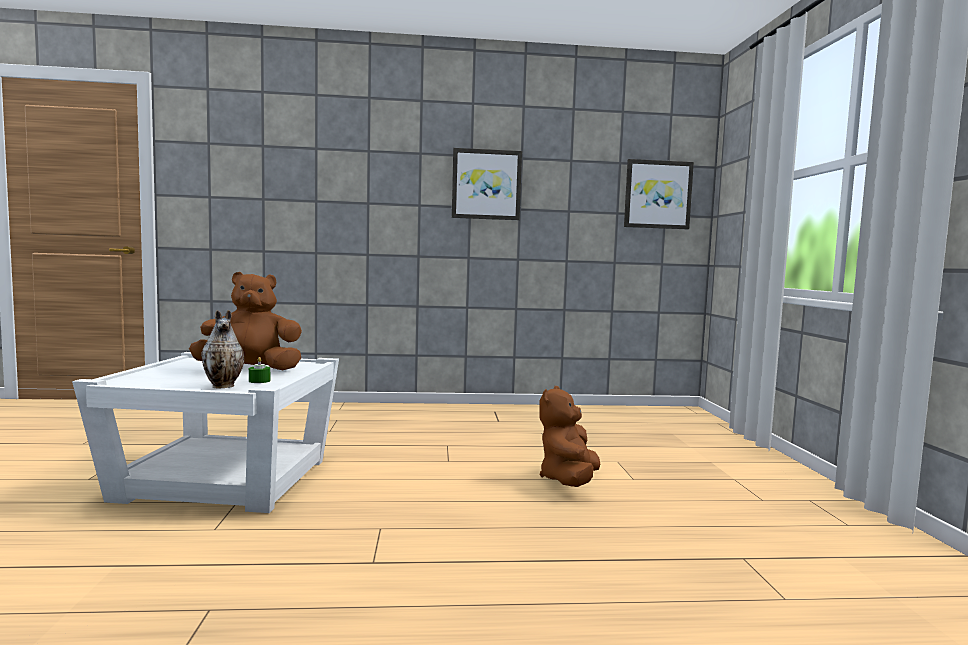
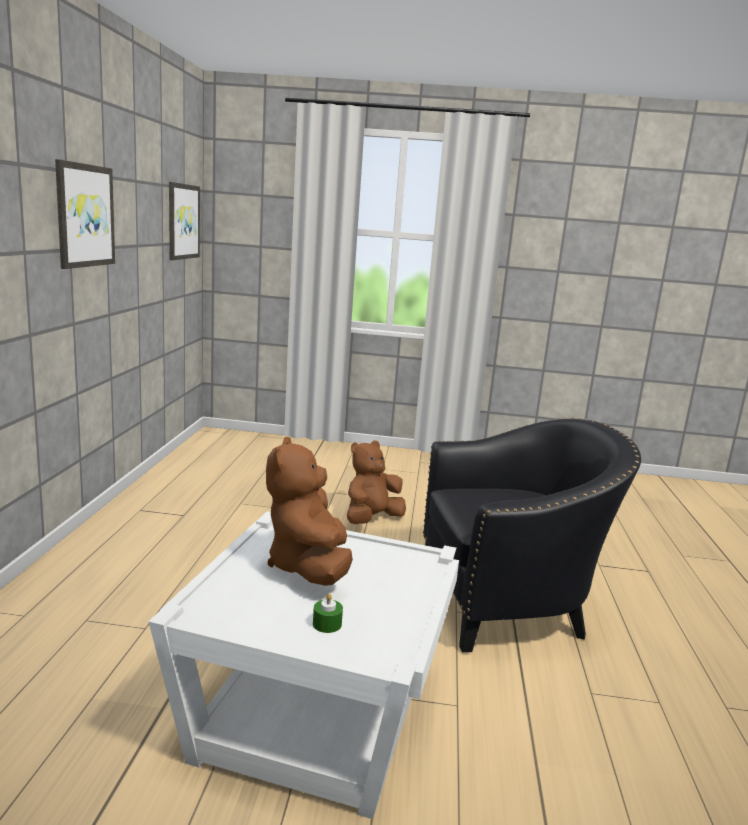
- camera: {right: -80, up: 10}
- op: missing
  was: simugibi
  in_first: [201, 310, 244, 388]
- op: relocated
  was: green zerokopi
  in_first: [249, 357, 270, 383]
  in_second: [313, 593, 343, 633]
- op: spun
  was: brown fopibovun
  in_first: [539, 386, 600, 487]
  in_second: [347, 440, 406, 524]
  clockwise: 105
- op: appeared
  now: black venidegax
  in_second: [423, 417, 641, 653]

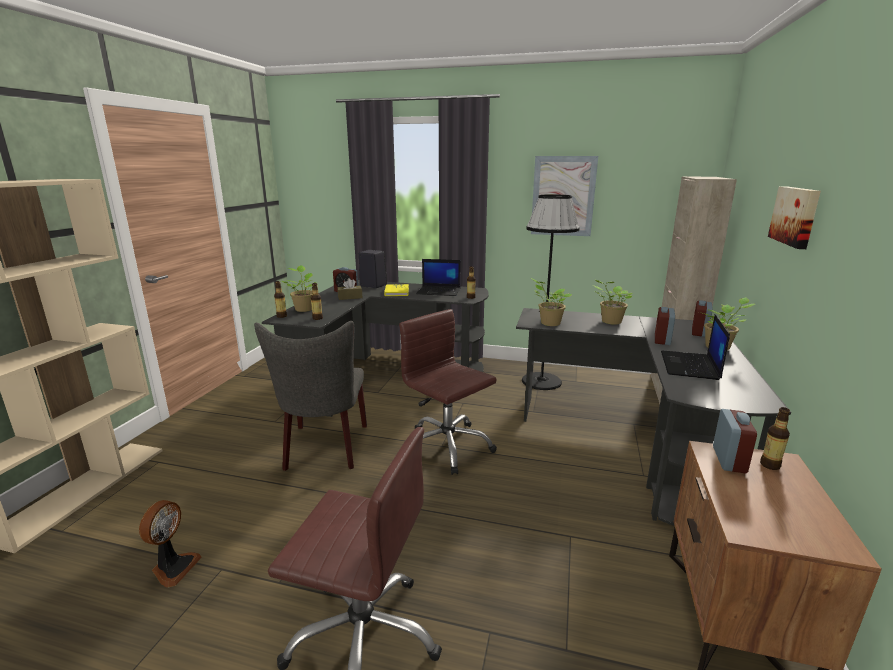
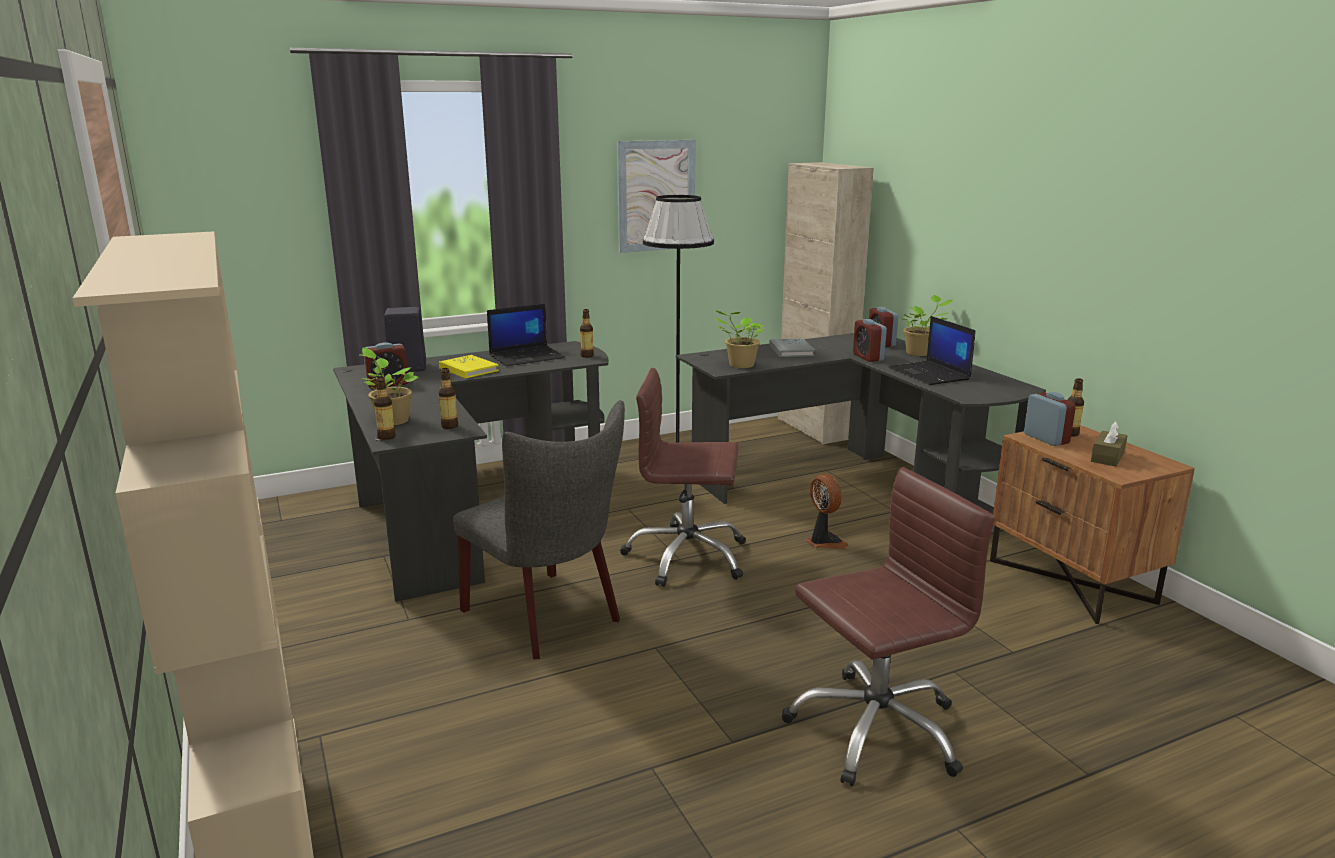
- camera: {right: -40, up: 0}
- op: relocated
  was: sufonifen
  in_first: [139, 500, 202, 587]
  in_second: [806, 474, 849, 549]
- op: relocated
  was: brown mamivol
  in_first: [337, 278, 362, 300]
  in_second: [1091, 421, 1128, 467]
- op: exchanged
  was: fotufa
  now: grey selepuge
  in_first: [593, 280, 632, 325]
  in_second: [769, 338, 815, 357]
- op: missing
  was: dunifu
  in_first: [768, 186, 821, 249]

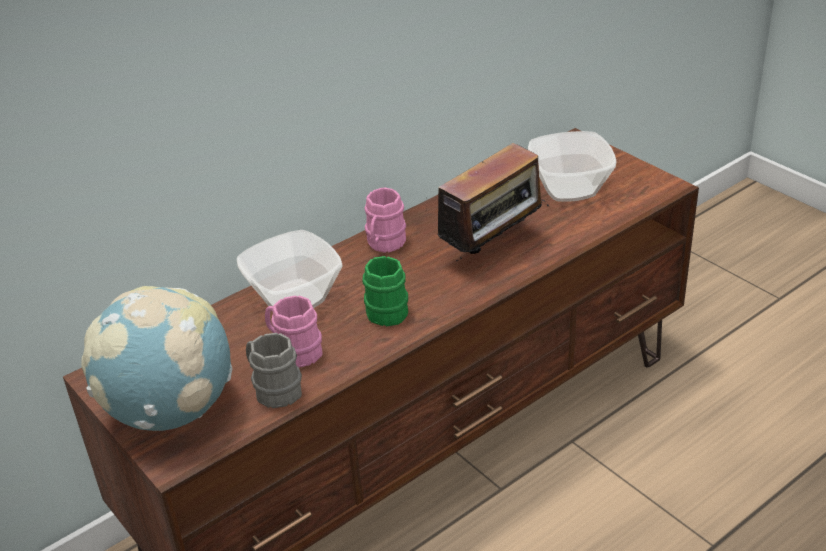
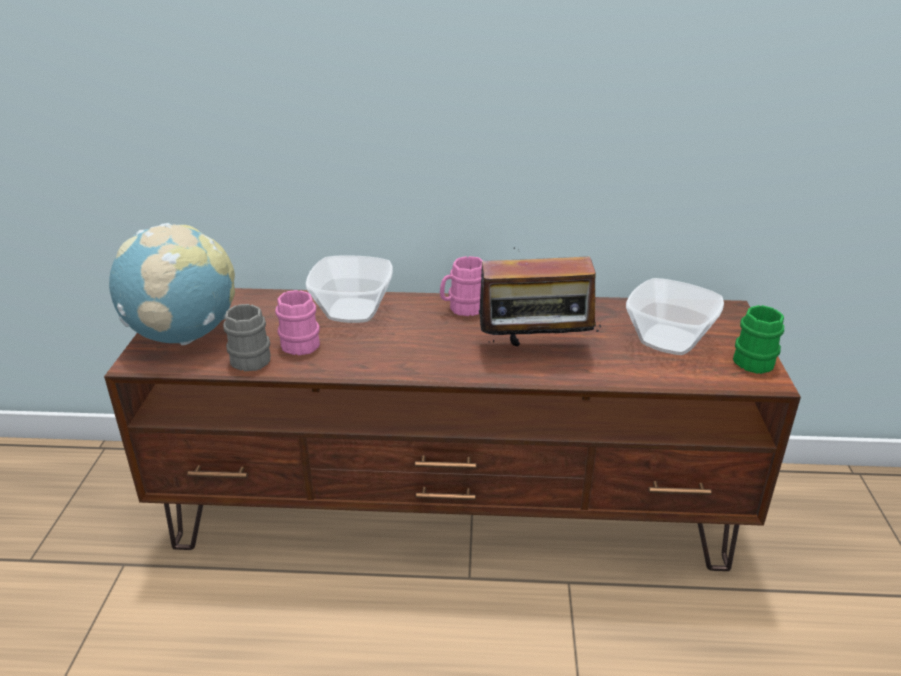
- camera: {right: 40, up: -5}
- op: relocated
  was: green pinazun
  in_first: [362, 256, 408, 326]
  in_second: [733, 305, 784, 374]

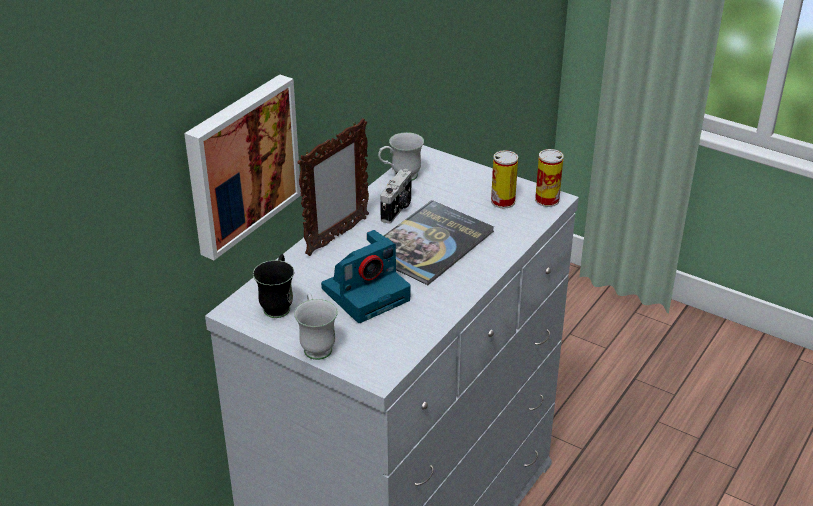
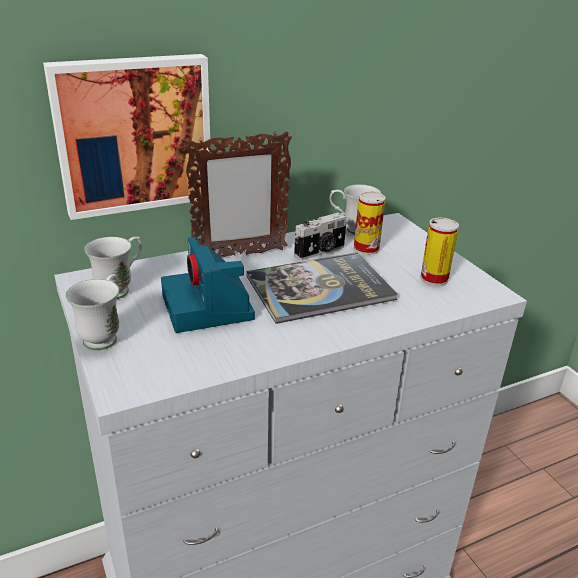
- camera: {right: 30, up: -5}
- op: colour
  was: black pinazun
  now: white pinazun
  in_first: [253, 254, 294, 318]
  in_second: [84, 237, 142, 299]
- op: spun
  was: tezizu
  in_first: [321, 230, 411, 323]
  in_second: [161, 237, 255, 333]
  clockwise: 75
- op: relocated
  was: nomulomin
  in_first: [535, 149, 564, 207]
  in_second: [354, 192, 386, 255]

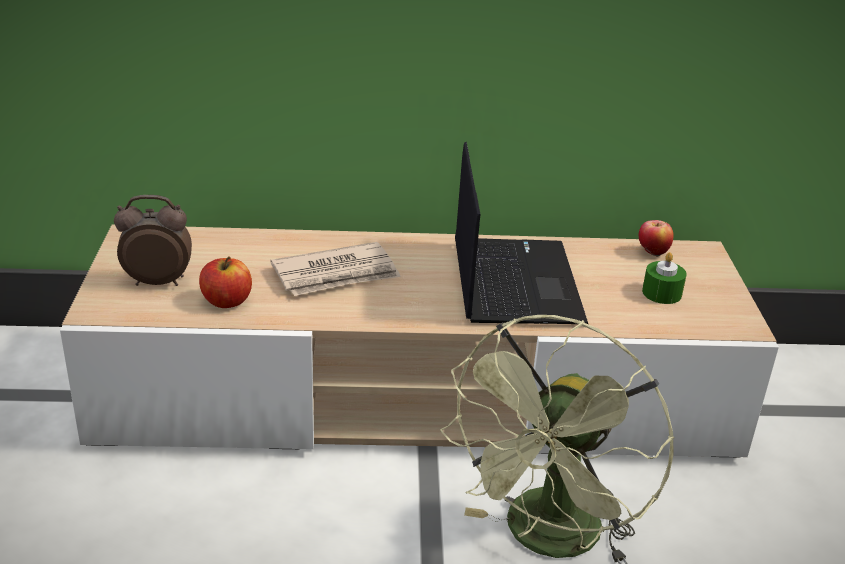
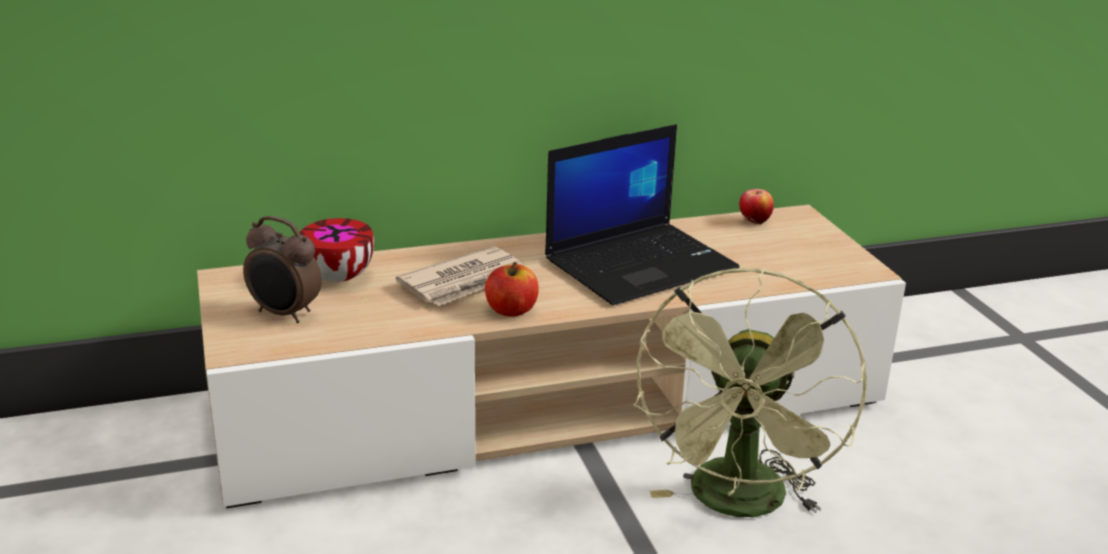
- camera: {right: -15, up: -5}
- op: spun
  was: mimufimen
  in_first: [114, 195, 192, 286]
  in_second: [243, 216, 322, 323]
  clockwise: -135
- op: relocated
  was: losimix
  in_first: [199, 256, 252, 308]
  in_second: [485, 262, 539, 317]
- op: spun
  was: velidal
  in_first: [455, 142, 588, 324]
  in_second: [545, 124, 739, 305]
  clockwise: 75
- op: missing
  was: green zerokopi
  in_first: [642, 252, 687, 304]
- op: appeared
  now: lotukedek
  in_second: [299, 218, 374, 282]

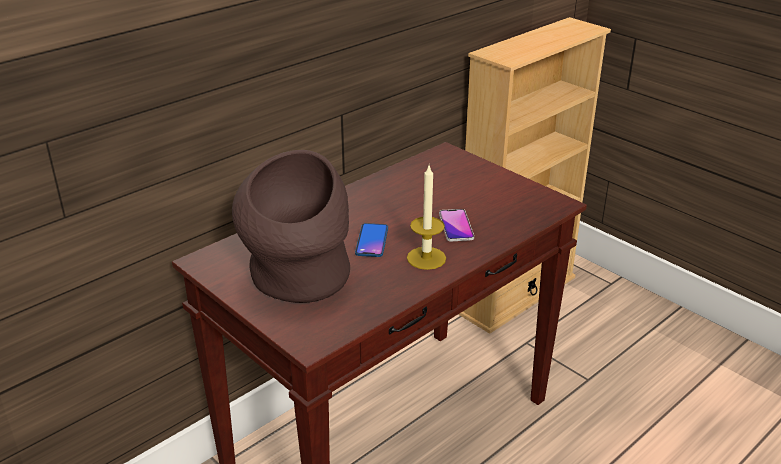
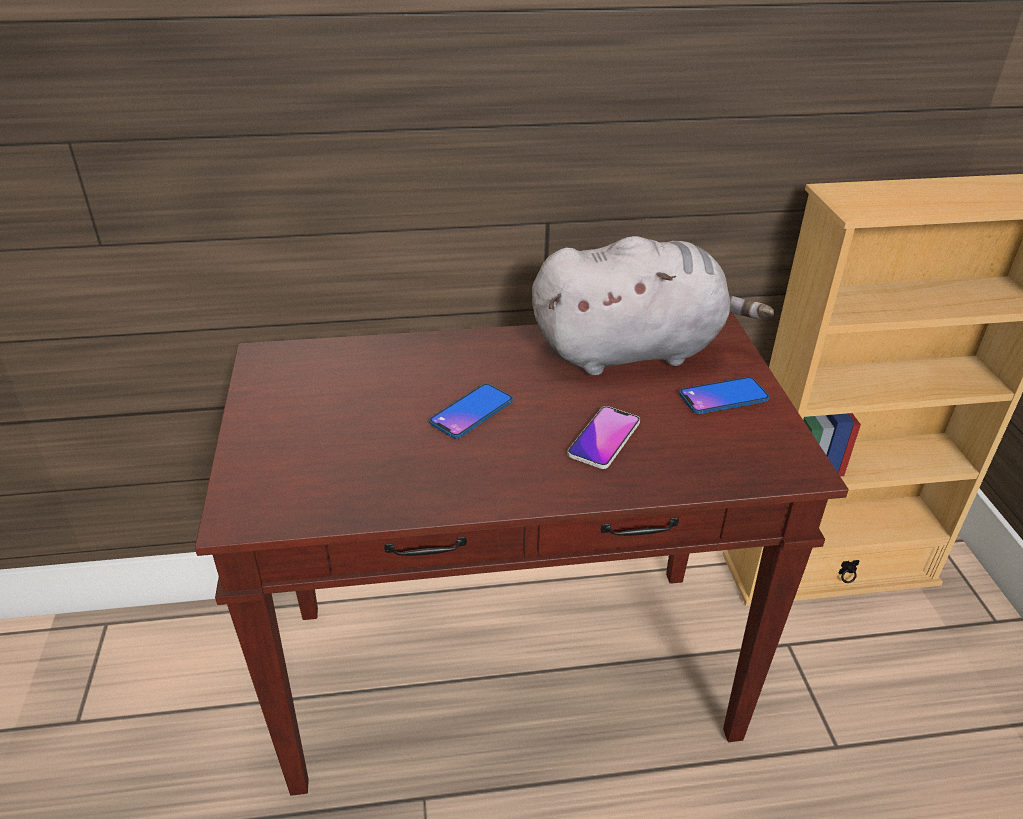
- camera: {right: 35, up: 5}
- op: missing
  was: brown simugibi
  in_first: [232, 150, 350, 303]
- op: missing
  was: zerokopi
  in_first: [407, 166, 446, 270]
- op: appeared
  now: grey fopibovun
  in_second: [532, 236, 774, 376]
- op: appeared
  now: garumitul
  in_second: [679, 377, 769, 414]

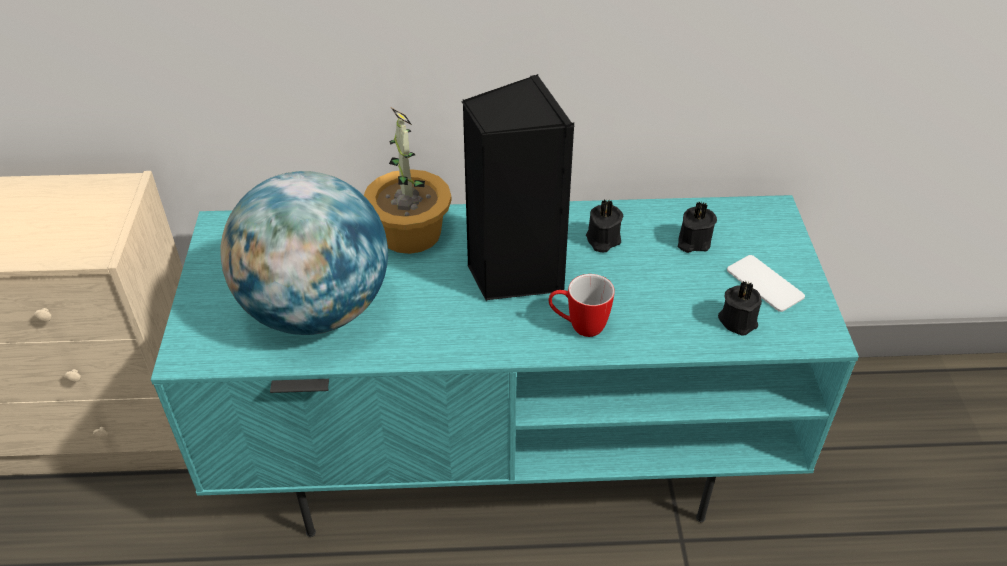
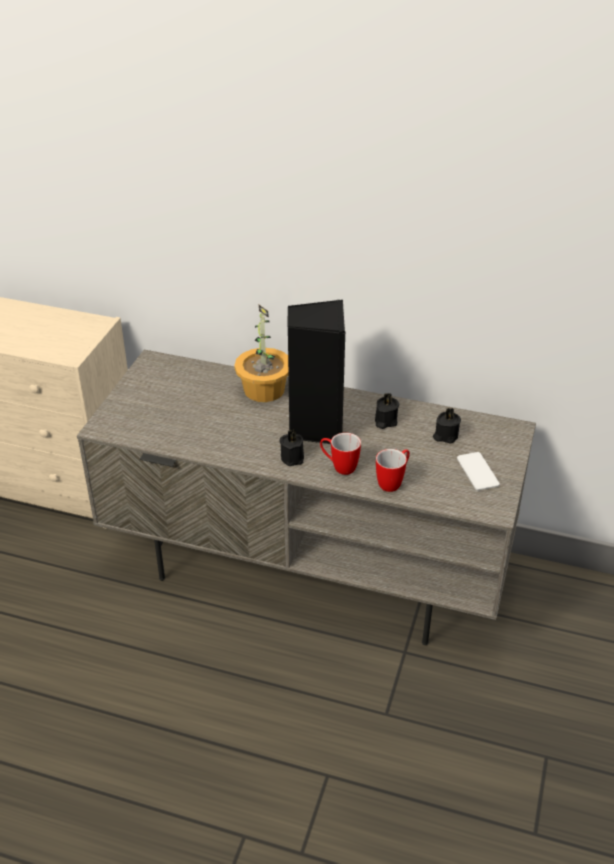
- camera: {right: 20, up: -5}
- op: colour
  was: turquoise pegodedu
  now: grey pegodedu
  in_first: [151, 195, 859, 537]
  in_second: [77, 350, 536, 645]
- op: missing
  was: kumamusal
  in_first: [220, 171, 388, 335]
- op: relocated
  was: black zerokopi
  in_first: [718, 281, 762, 336]
  in_second: [279, 430, 304, 466]
- op: appeared
  now: pinazun
  in_second: [376, 449, 410, 492]

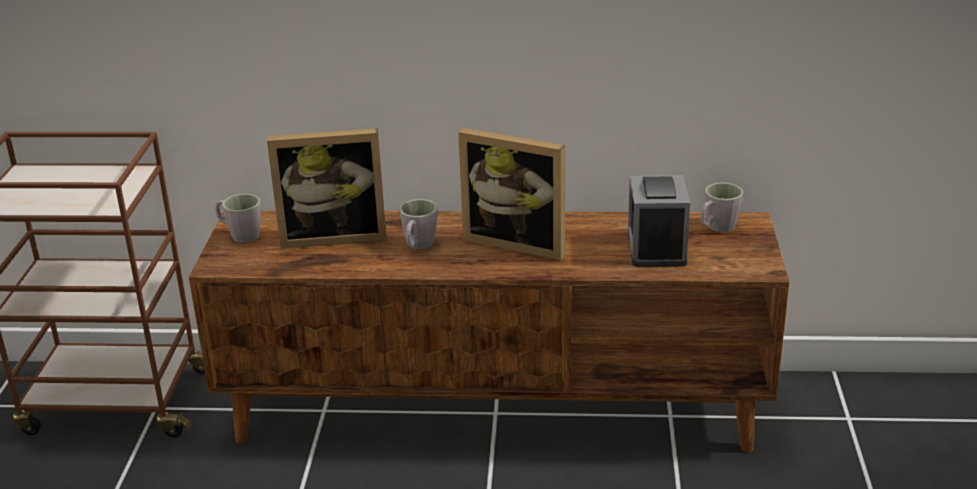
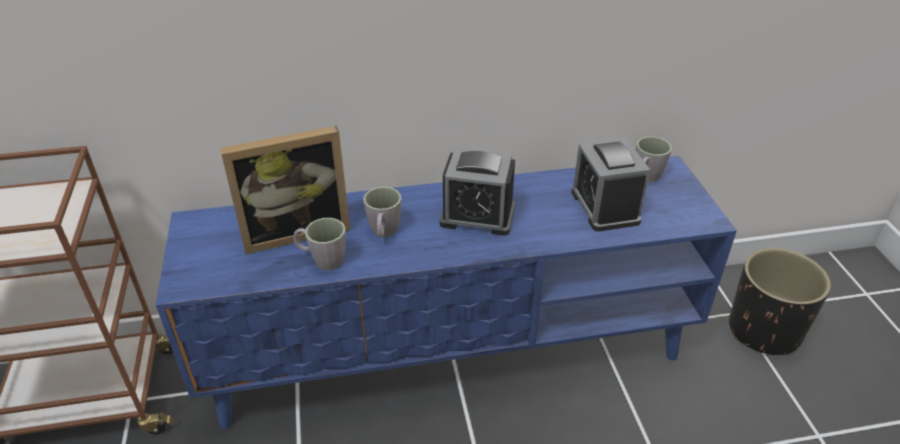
- camera: {right: -15, up: 10}
- op: colour
  was: brown pegodedu
  now: blue pegodedu
  in_first: [189, 210, 789, 452]
  in_second: [156, 156, 737, 430]
- op: relocated
  was: grey pinazun
  in_first: [215, 194, 261, 243]
  in_second: [293, 218, 346, 270]
- op: exchanged
  was: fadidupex
  now: mimufimen
  in_first: [458, 128, 565, 261]
  in_second: [439, 147, 515, 236]
- op: appeared
  now: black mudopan
  in_second: [729, 248, 831, 356]

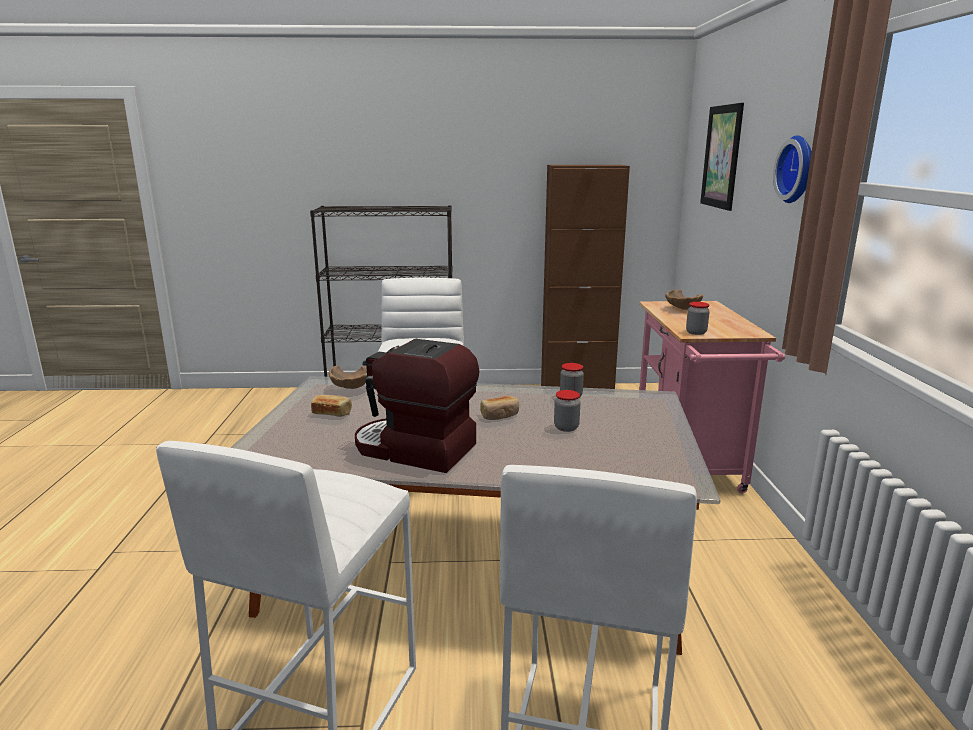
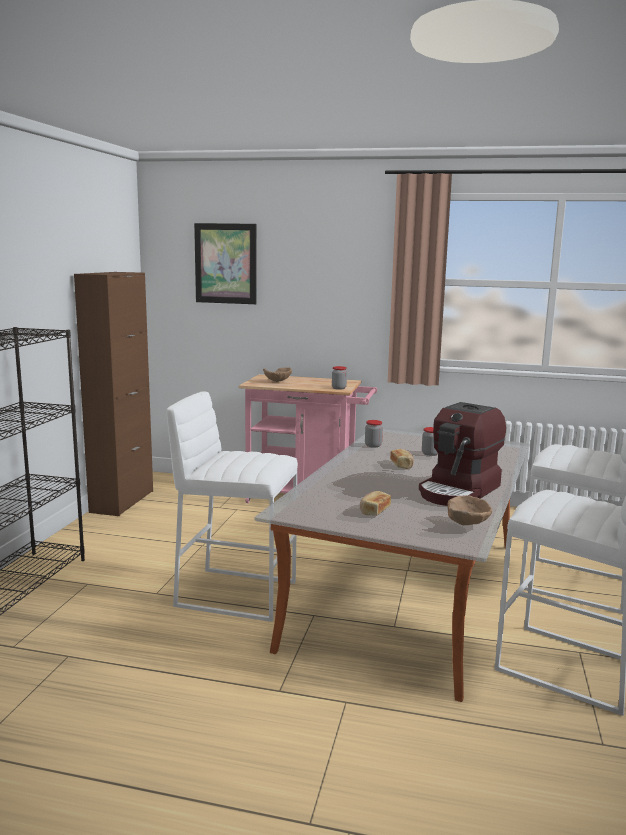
- camera: {right: -75, up: -5}
- op: relocated
  was: brown lotukedek
  in_first: [328, 365, 367, 389]
  in_second: [448, 495, 492, 525]
- op: missing
  was: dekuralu
  in_first: [773, 135, 812, 203]

